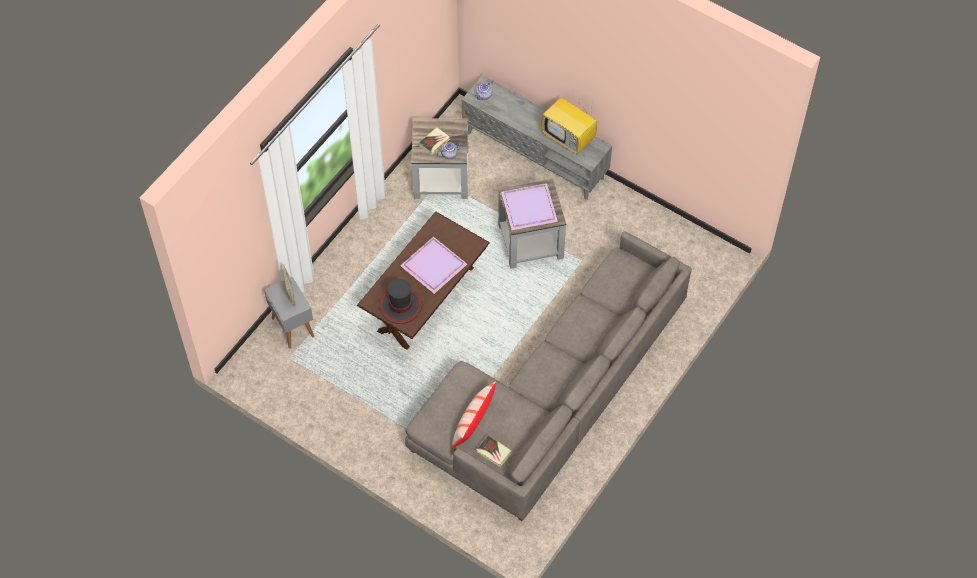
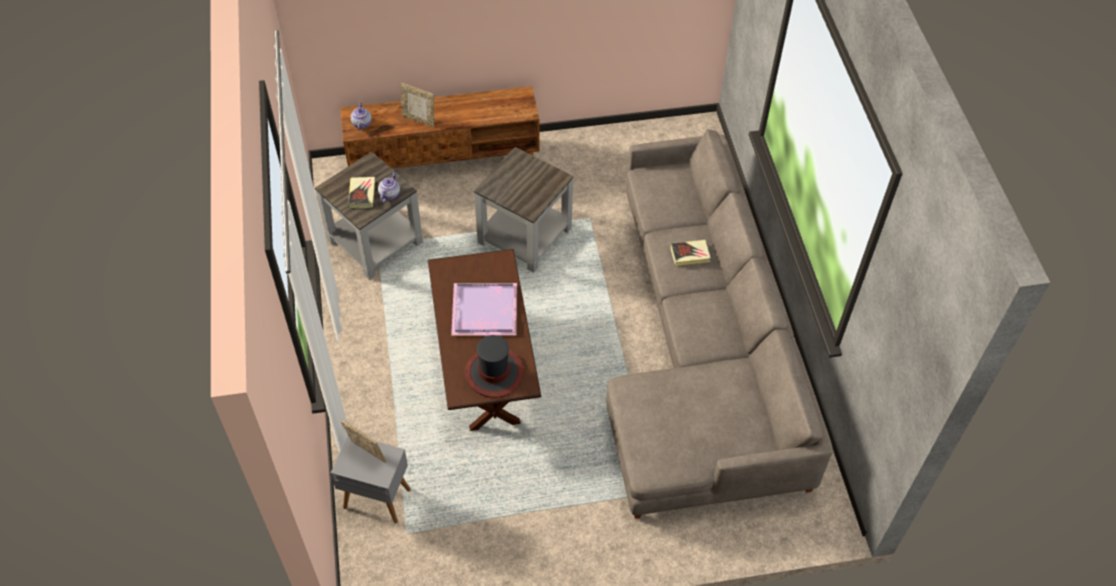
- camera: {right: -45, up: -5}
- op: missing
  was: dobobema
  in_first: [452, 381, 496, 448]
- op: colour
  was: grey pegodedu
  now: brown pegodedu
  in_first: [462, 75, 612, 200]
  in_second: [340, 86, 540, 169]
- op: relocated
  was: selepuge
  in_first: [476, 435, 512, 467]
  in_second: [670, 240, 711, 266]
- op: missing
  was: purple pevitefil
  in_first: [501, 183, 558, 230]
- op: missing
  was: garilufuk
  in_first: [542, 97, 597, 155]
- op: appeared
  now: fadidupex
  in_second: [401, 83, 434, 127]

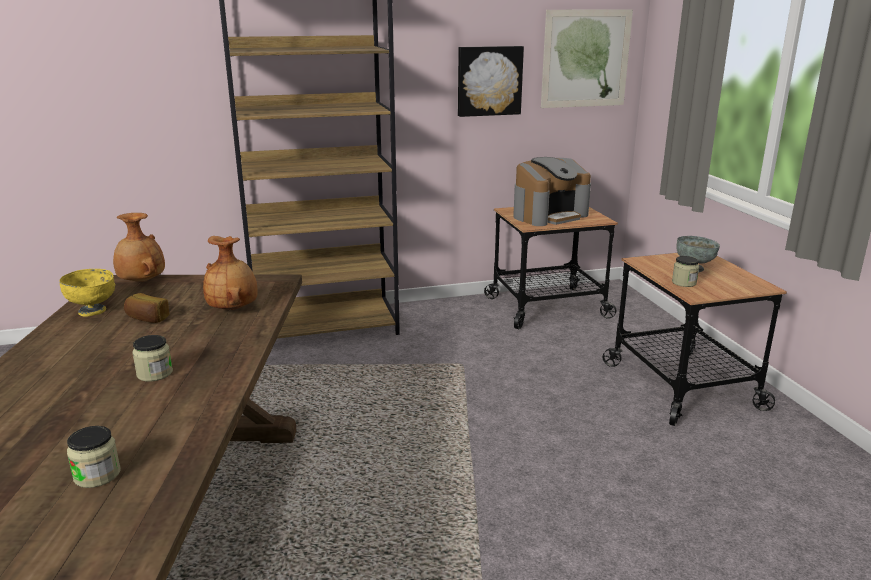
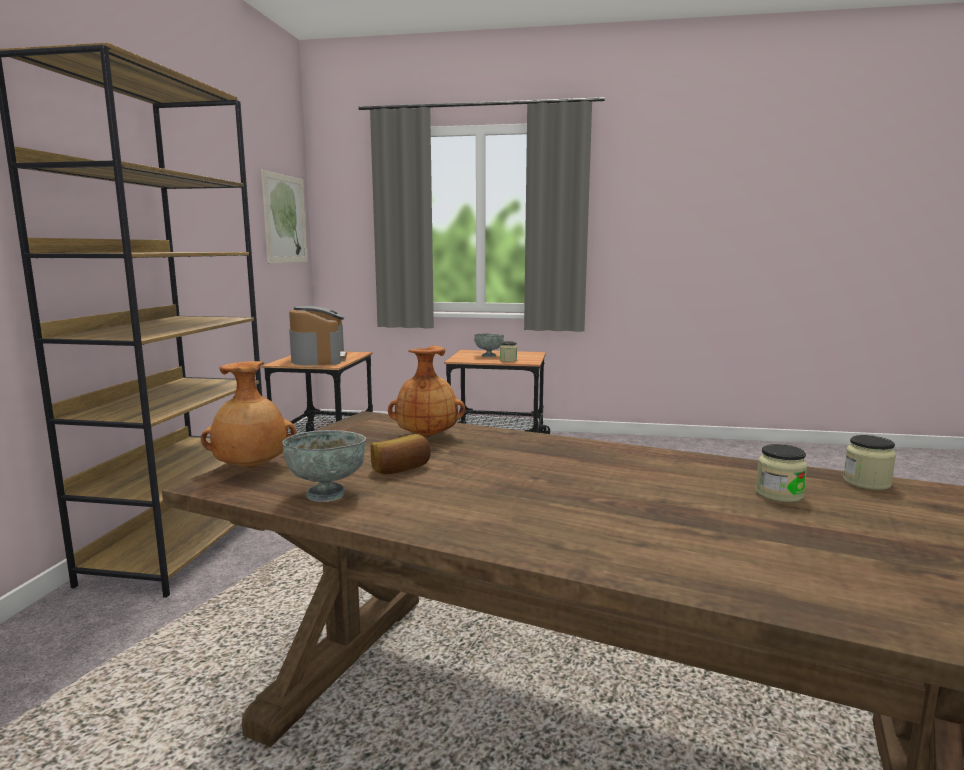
- camera: {right: -65, up: -10}
- op: colour
  was: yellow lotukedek
  now: grey lotukedek
  in_first: [59, 269, 115, 317]
  in_second: [282, 430, 366, 502]
- op: relocated
  was: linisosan
  in_first: [132, 335, 173, 382]
  in_second: [843, 435, 896, 490]
- op: missing
  was: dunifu
  in_first: [458, 46, 524, 117]

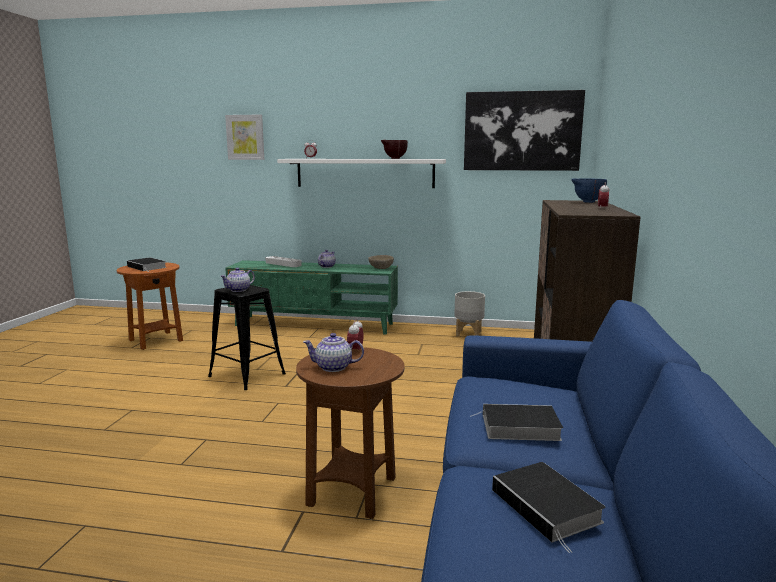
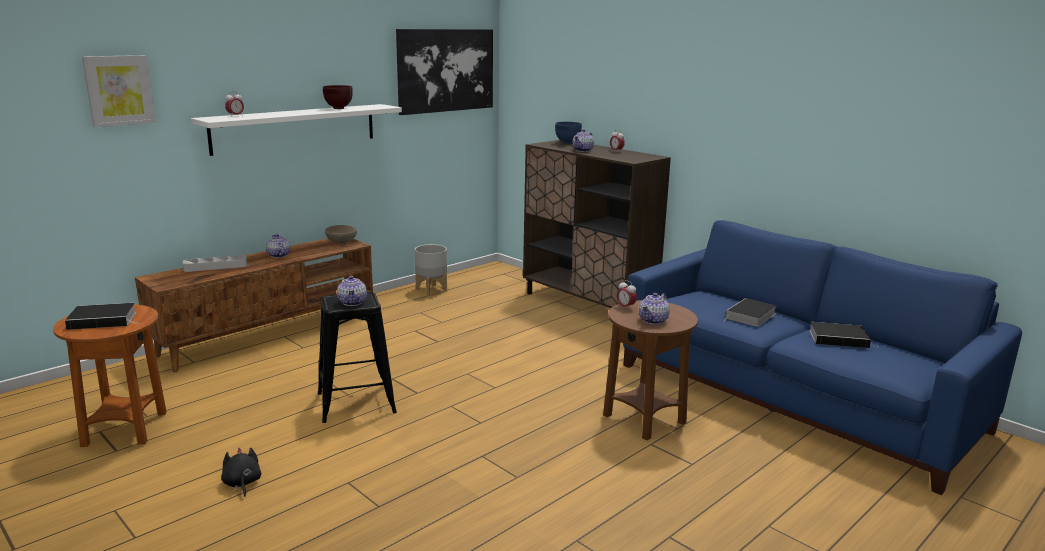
- camera: {right: -55, up: 5}
- op: colour
  was: green pegodedu
  now: brown pegodedu
  in_first: [225, 260, 398, 335]
  in_second: [135, 239, 373, 372]
- op: appeared
  now: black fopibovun
  in_second: [221, 448, 261, 497]
- op: appeared
  now: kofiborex
  in_second: [572, 129, 594, 152]

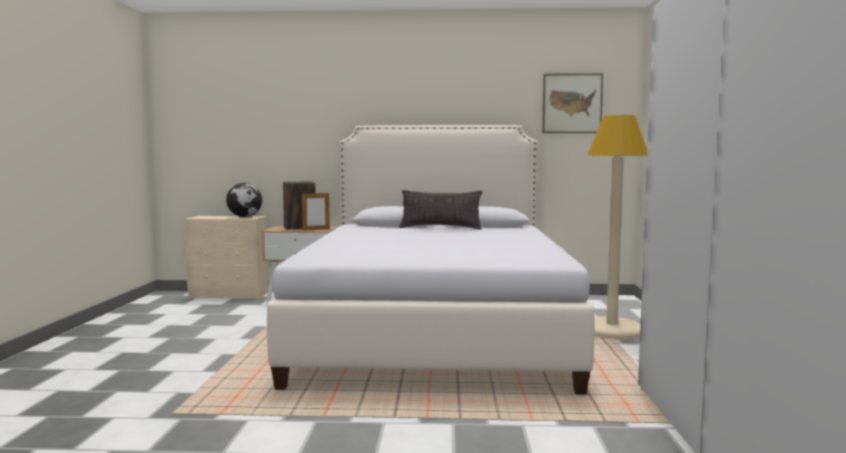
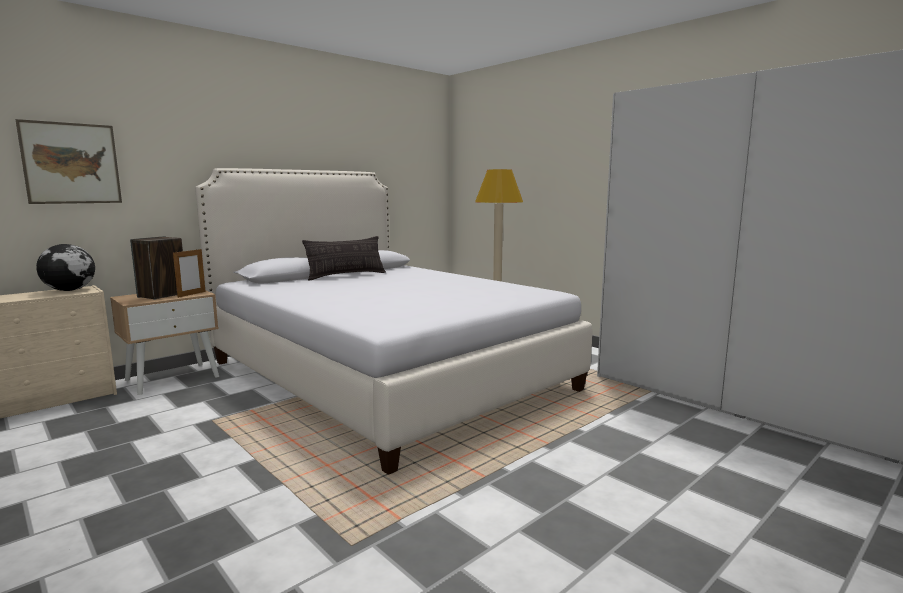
- camera: {right: -45, up: 5}
- op: relocated
  was: dunifu
  in_first: [542, 73, 603, 133]
  in_second: [15, 119, 122, 204]

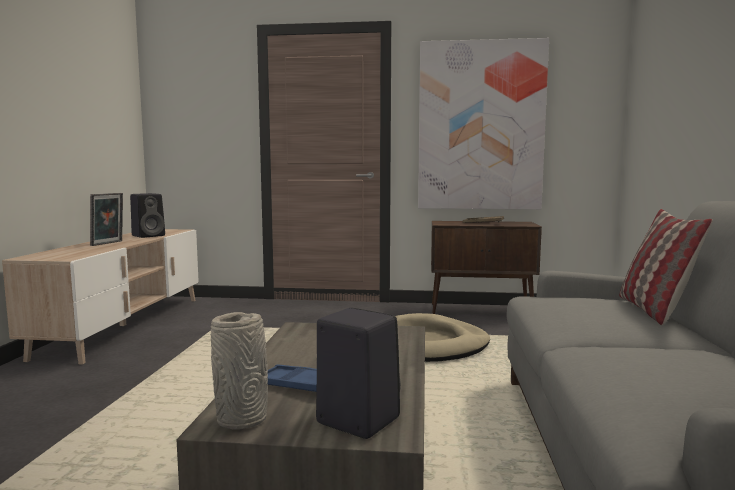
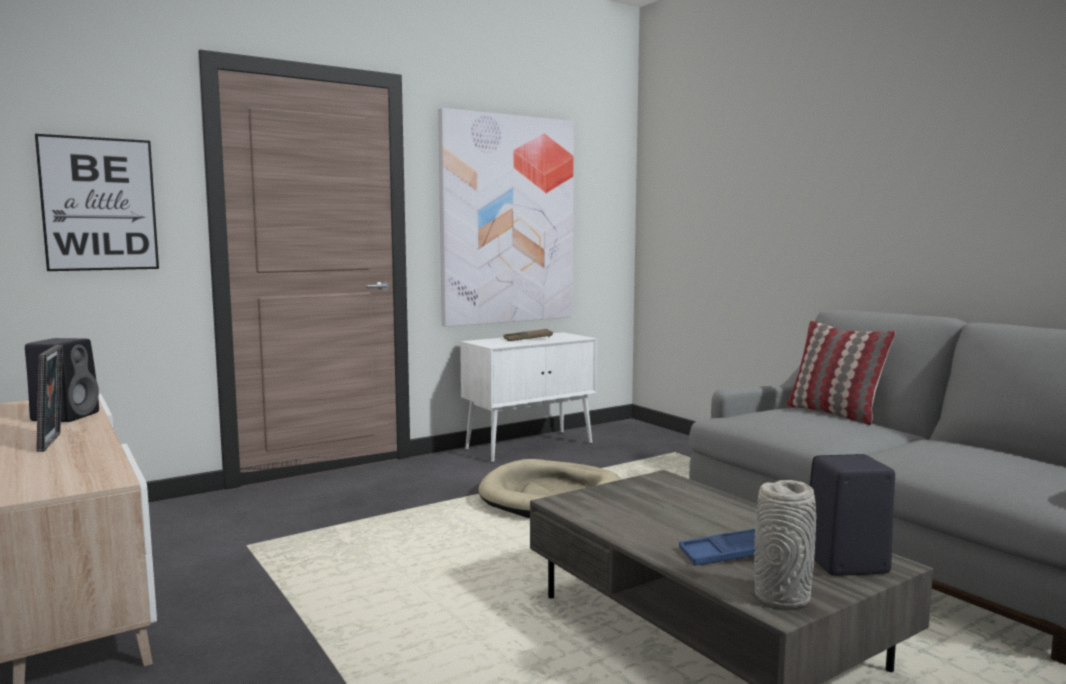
- camera: {right: -40, up: 0}
- op: colour
  was: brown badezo
  now: white badezo
  in_first: [431, 221, 542, 314]
  in_second: [460, 332, 597, 463]
- op: appeared
  now: dunifu
  in_second: [35, 134, 159, 271]

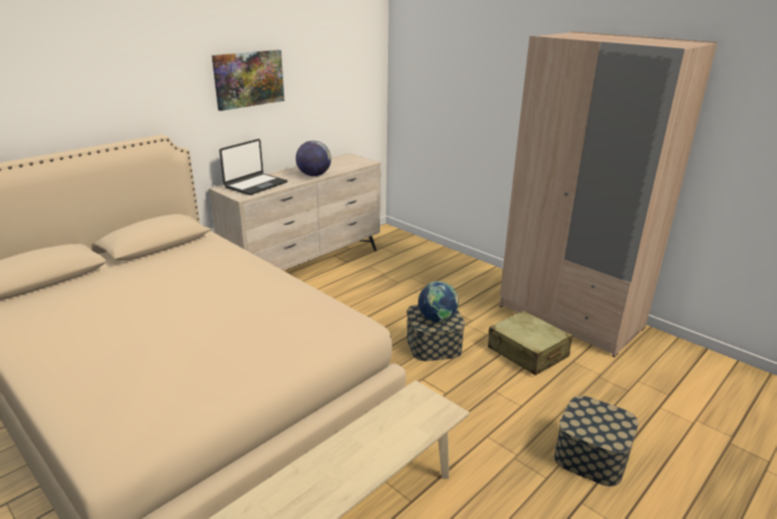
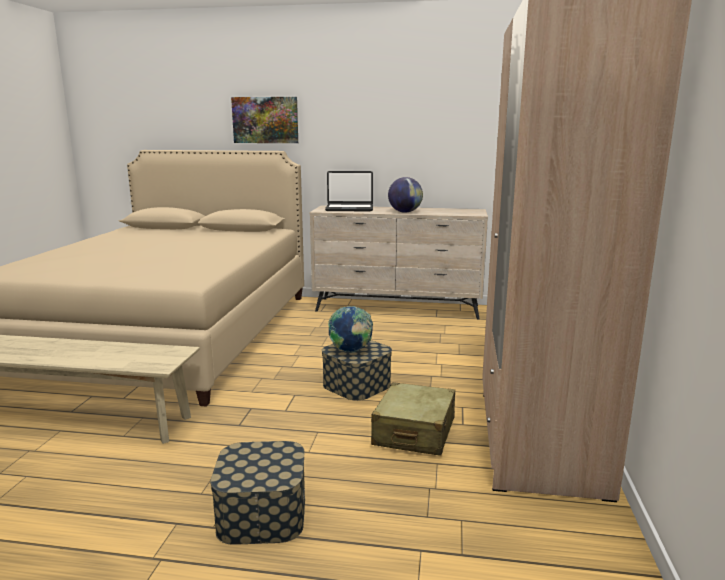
- camera: {right: 55, up: -10}
- op: relocated
  was: dunifu
  in_first: [212, 50, 284, 111]
  in_second: [231, 97, 298, 143]

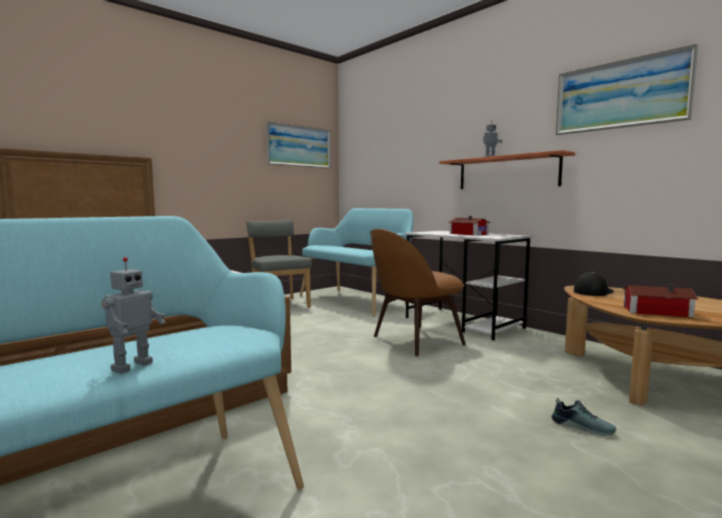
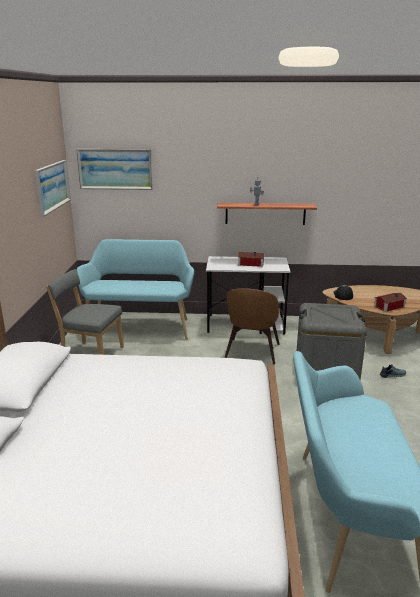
- camera: {right: -45, up: 15}
- op: missing
  was: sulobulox
  in_first: [101, 257, 166, 374]
- op: relocated
  was: dunifu
  in_first: [556, 44, 698, 135]
  in_second: [76, 149, 153, 190]
- op: appeared
  now: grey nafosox
  in_second: [297, 303, 367, 380]

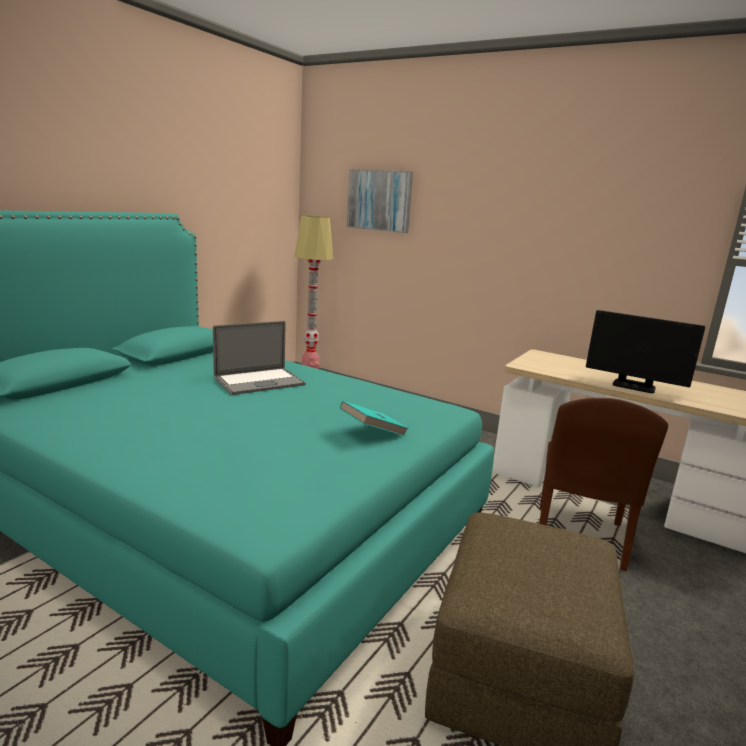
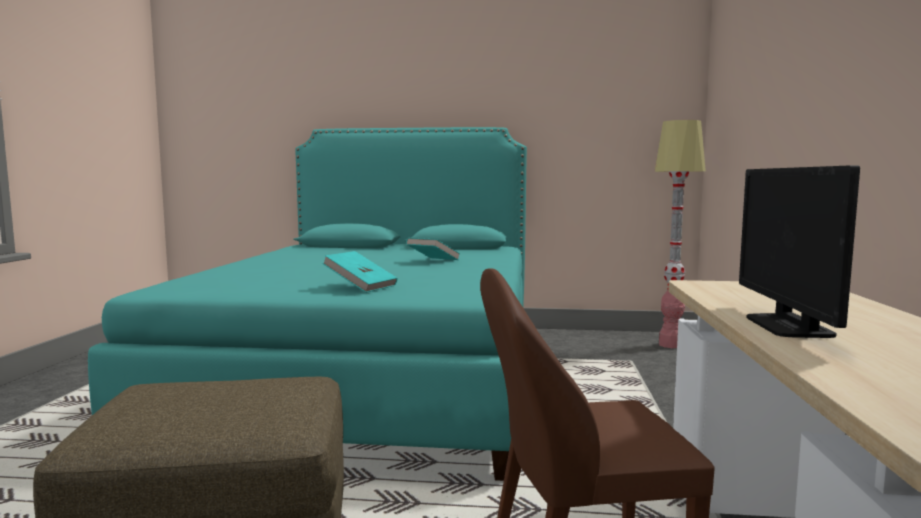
- camera: {right: 65, up: -10}
- op: exchanged
  was: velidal
  now: turquoise selepuge
  in_first: [213, 321, 305, 395]
  in_second: [406, 238, 460, 260]
- op: missing
  was: dunifu
  in_first: [347, 169, 413, 233]

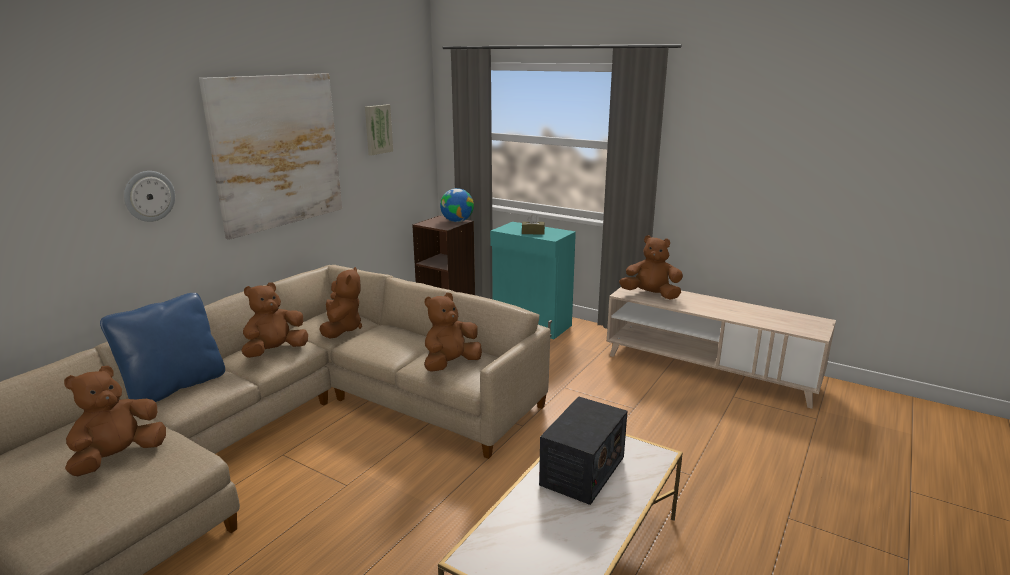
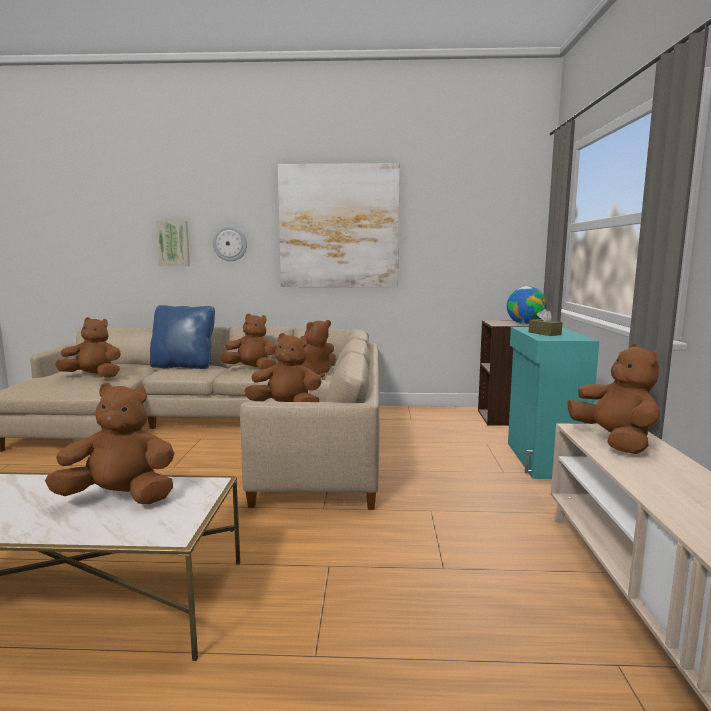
- camera: {right: 60, up: -10}
- op: relocated
  was: dunifu
  in_first: [365, 105, 393, 155]
  in_second: [156, 221, 190, 266]
- op: exchanged
  was: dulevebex
  now: brown fopibovun
  in_first: [539, 396, 627, 505]
  in_second: [45, 383, 175, 504]

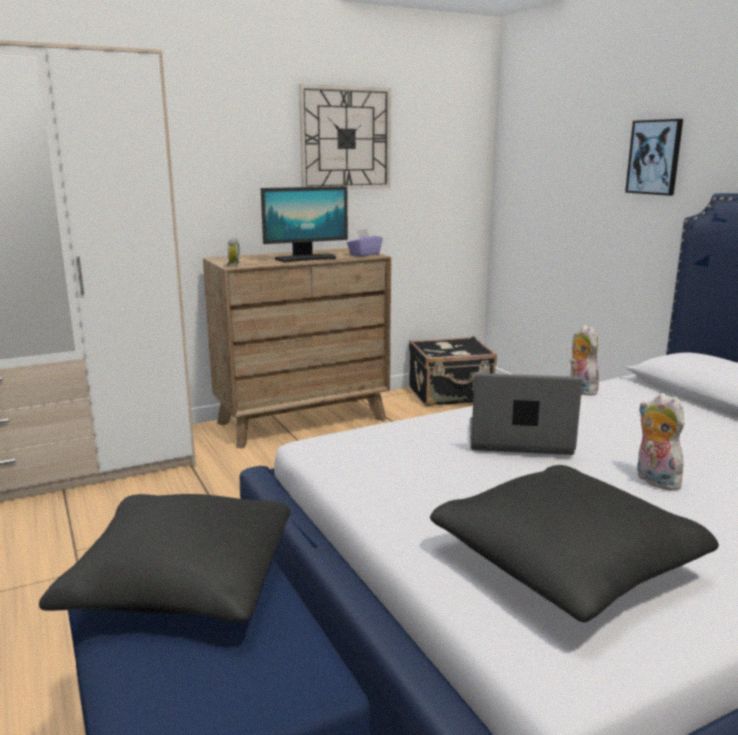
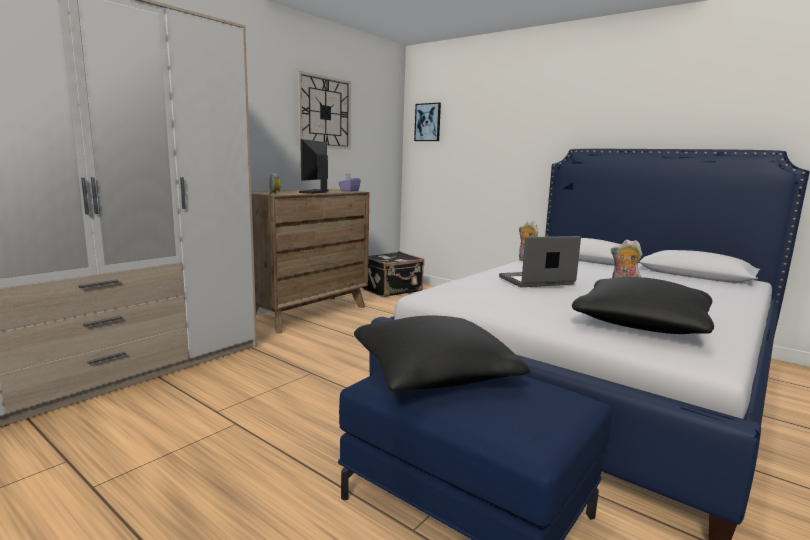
- camera: {right: -25, up: -5}
- op: spun
  was: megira
  in_first: [261, 186, 348, 263]
  in_second: [299, 139, 329, 194]
  clockwise: 150
- op: relocated
  was: dunifu
  in_first: [625, 119, 683, 196]
  in_second: [414, 103, 441, 141]

